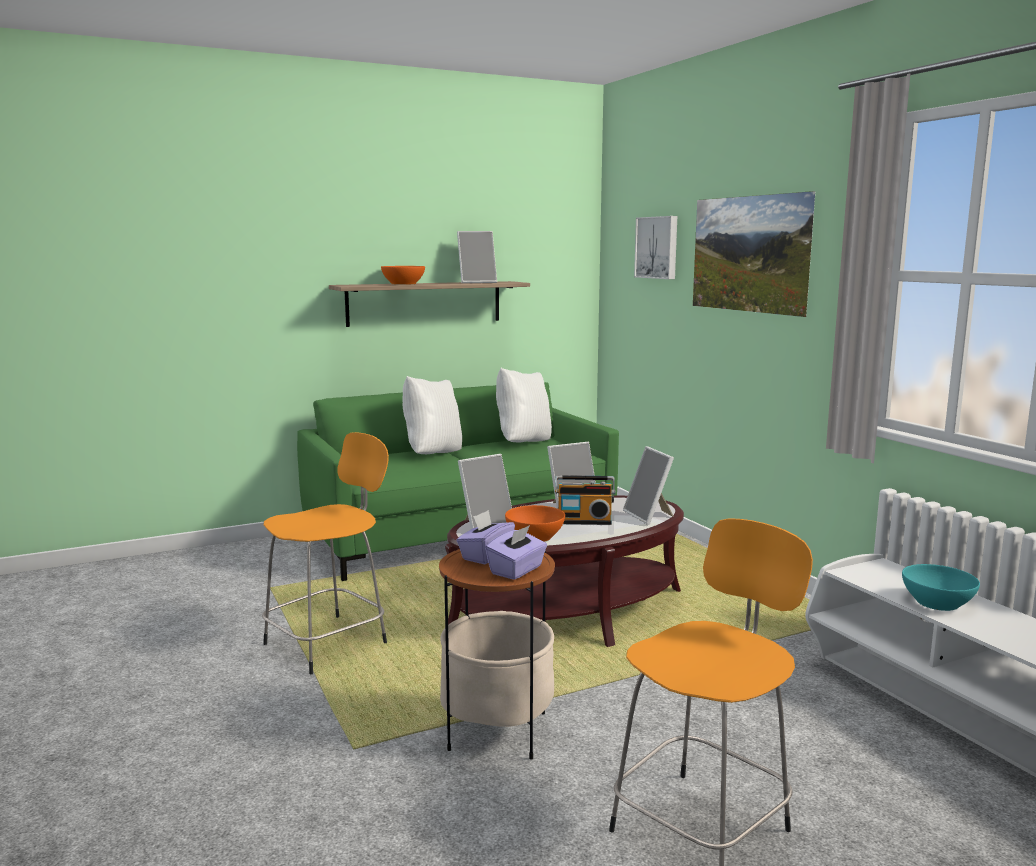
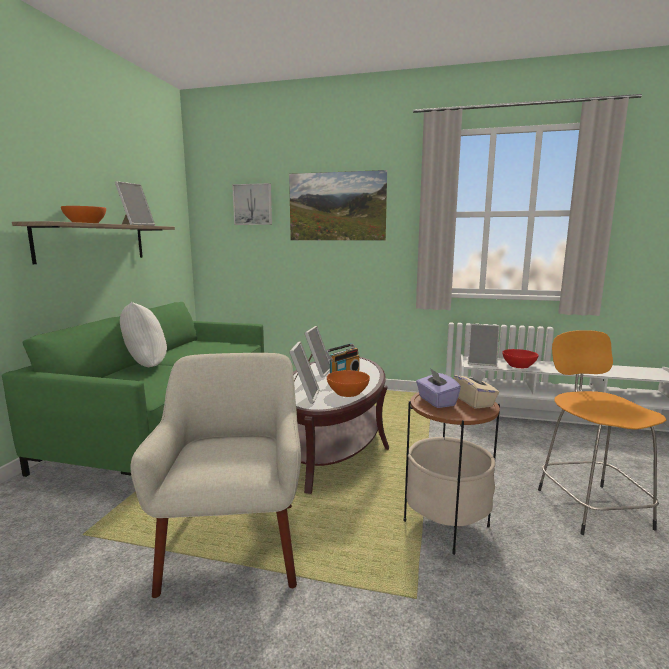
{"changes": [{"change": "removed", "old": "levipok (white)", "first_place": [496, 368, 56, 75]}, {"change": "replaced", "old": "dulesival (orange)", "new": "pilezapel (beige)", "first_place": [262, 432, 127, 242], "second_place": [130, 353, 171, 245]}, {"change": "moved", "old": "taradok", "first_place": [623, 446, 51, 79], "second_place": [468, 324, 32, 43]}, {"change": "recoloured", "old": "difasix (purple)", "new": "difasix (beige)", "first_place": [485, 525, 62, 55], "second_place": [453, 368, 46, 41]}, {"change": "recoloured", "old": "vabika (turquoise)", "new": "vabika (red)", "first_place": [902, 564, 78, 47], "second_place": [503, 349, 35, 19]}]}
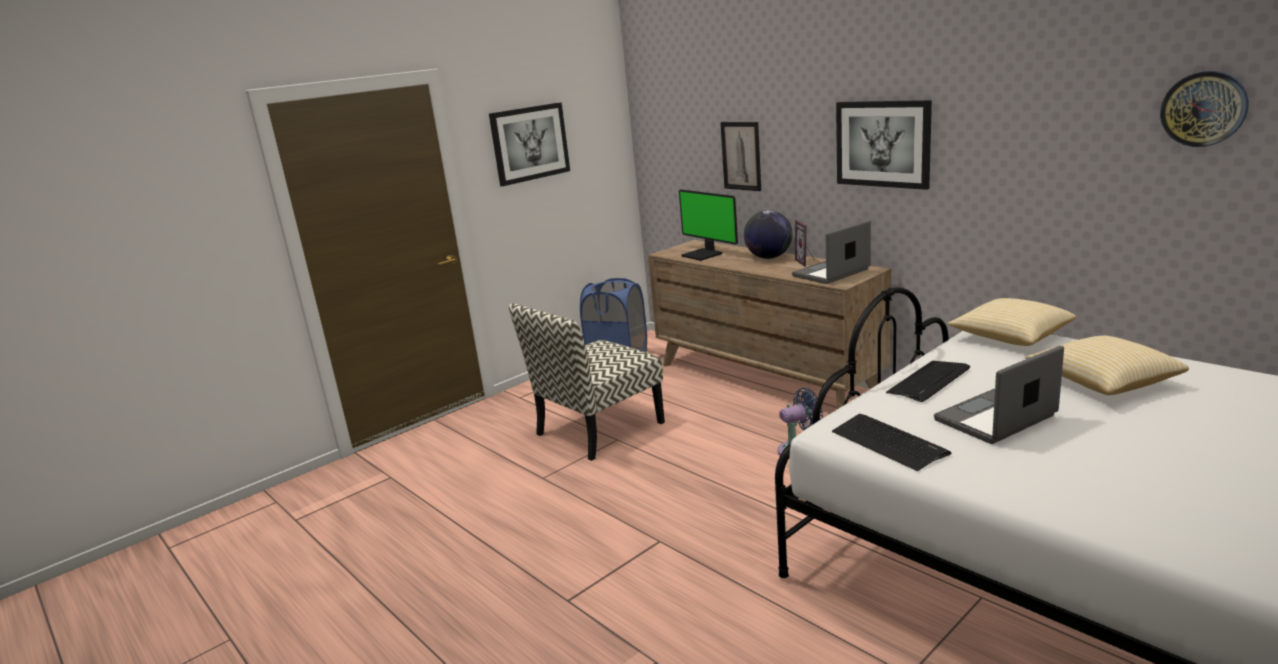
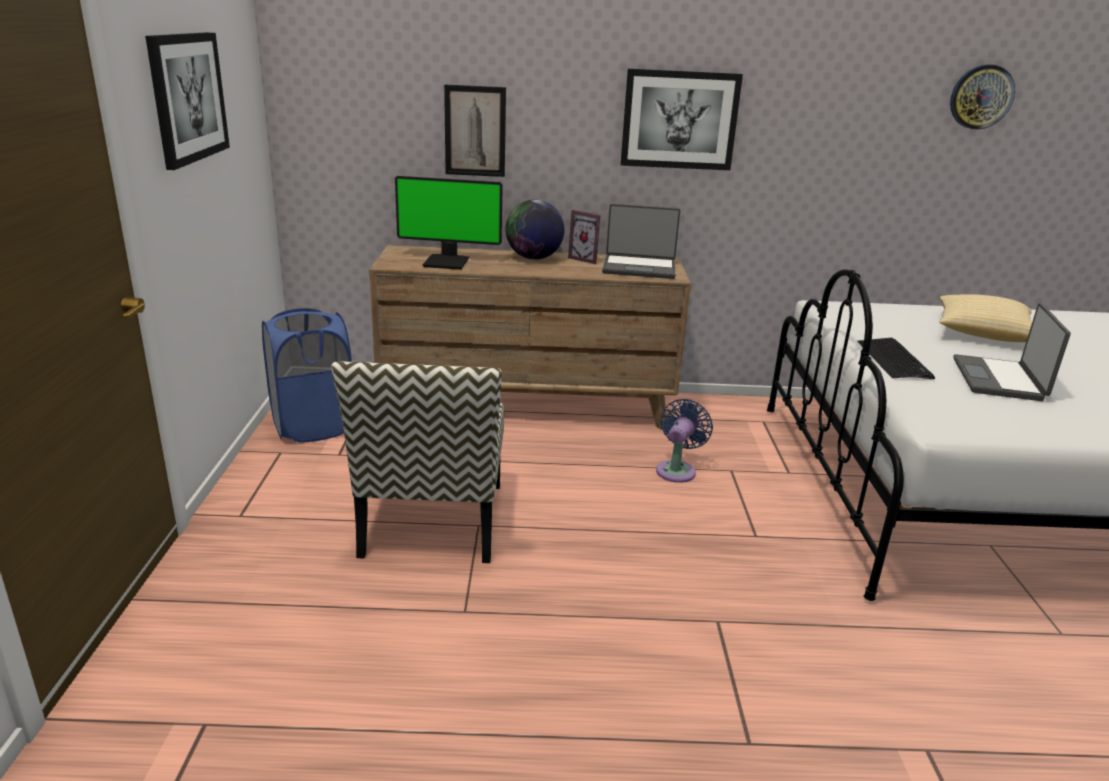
{"changes": [{"change": "turned", "old": "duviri", "first_place": [792, 220, 79, 64], "second_place": [602, 204, 78, 75], "degrees": -90}, {"change": "removed", "old": "levipok", "first_place": [947, 298, 129, 48]}, {"change": "removed", "old": "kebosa", "first_place": [832, 414, 119, 57]}]}
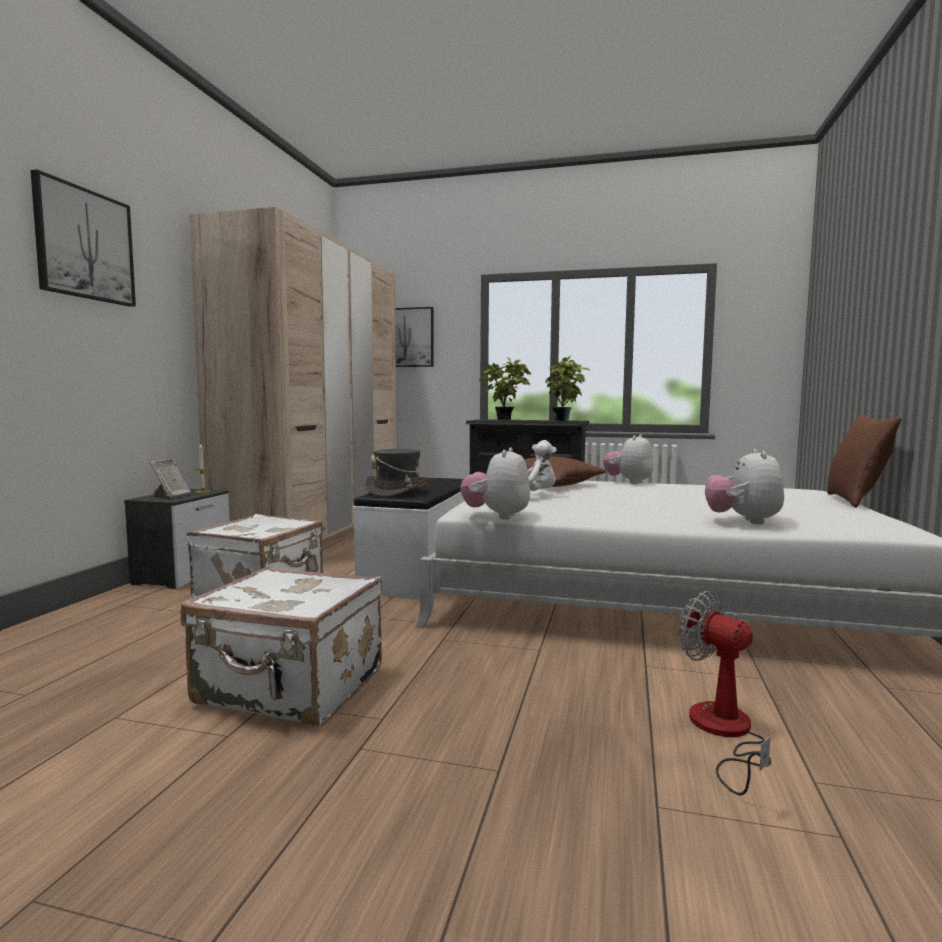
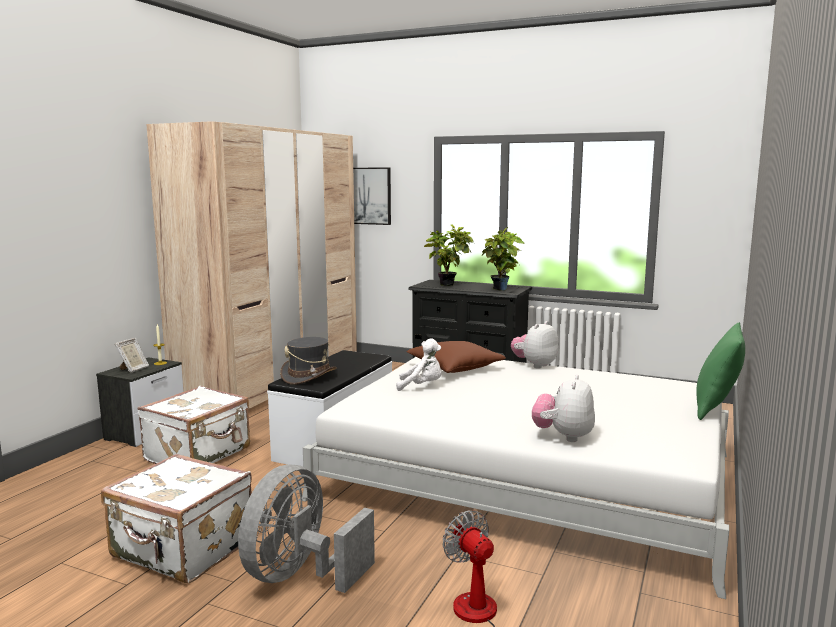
{"changes": [{"change": "removed", "old": "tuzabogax", "first_place": [30, 169, 106, 138]}, {"change": "recoloured", "old": "levipok (brown)", "new": "levipok (green)", "first_place": [827, 414, 75, 94], "second_place": [696, 322, 49, 98]}, {"change": "removed", "old": "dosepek", "first_place": [461, 448, 69, 72]}, {"change": "added", "new": "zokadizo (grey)", "second_place": [238, 464, 137, 129]}]}
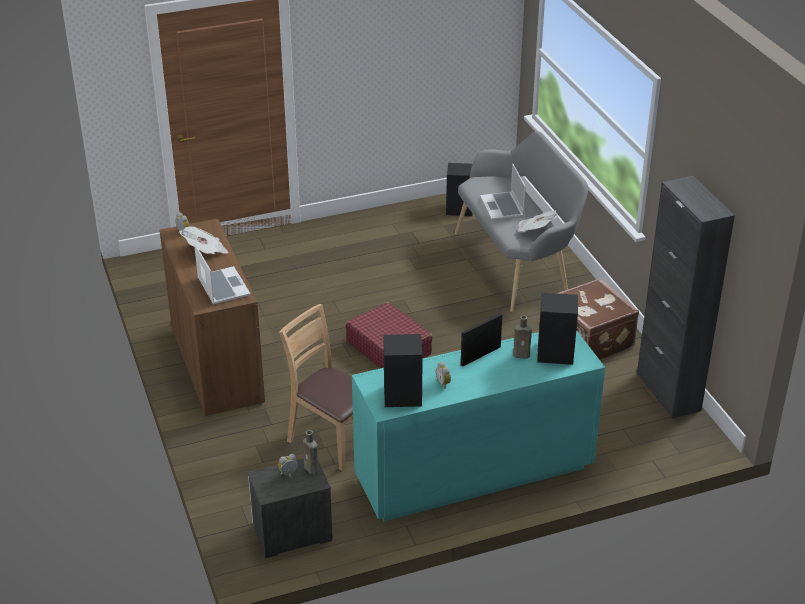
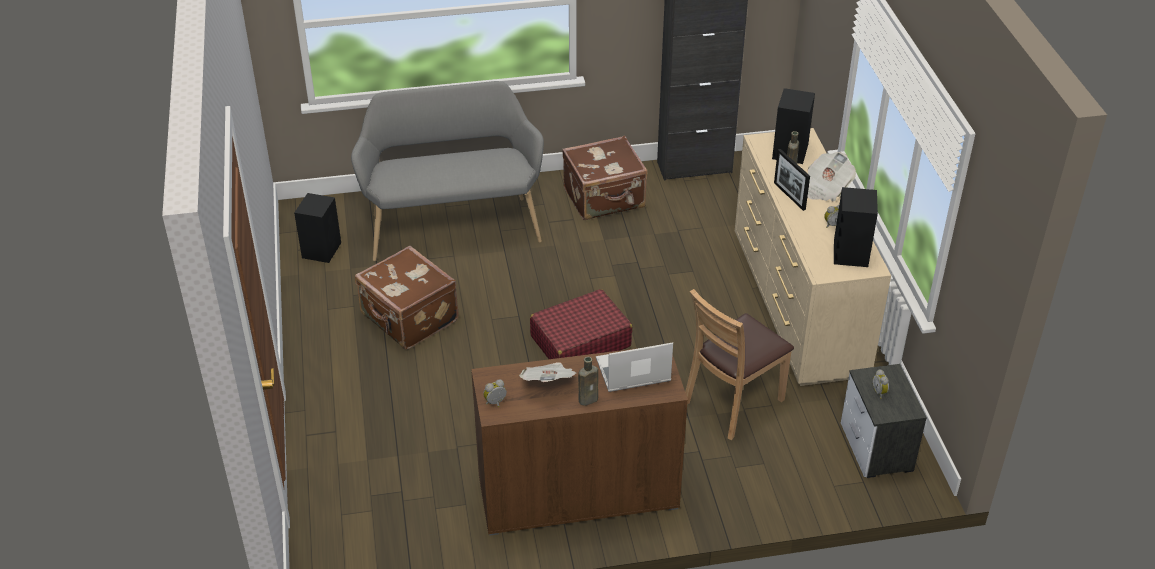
{"changes": [{"change": "removed", "old": "duviri", "first_place": [480, 164, 46, 56]}, {"change": "moved", "old": "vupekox", "first_place": [517, 210, 41, 22], "second_place": [807, 152, 49, 49]}, {"change": "recoloured", "old": "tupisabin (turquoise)", "new": "tupisabin (beige)", "first_place": [352, 330, 253, 191], "second_place": [735, 128, 156, 258]}, {"change": "moved", "old": "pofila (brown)", "first_place": [303, 430, 16, 44], "second_place": [578, 357, 20, 49]}, {"change": "added", "new": "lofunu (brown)", "second_place": [355, 246, 104, 104]}]}
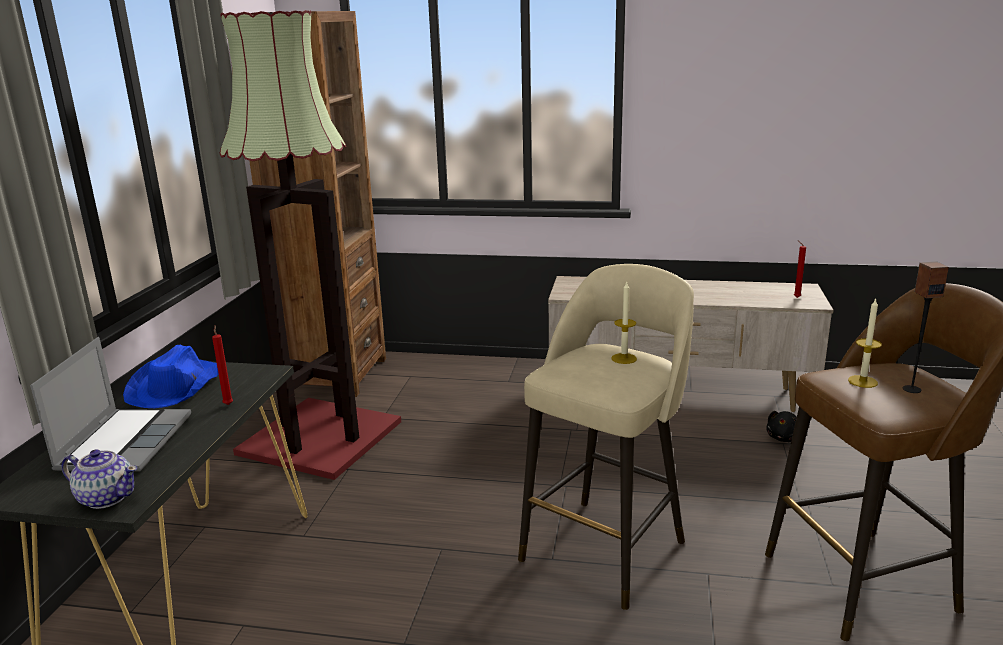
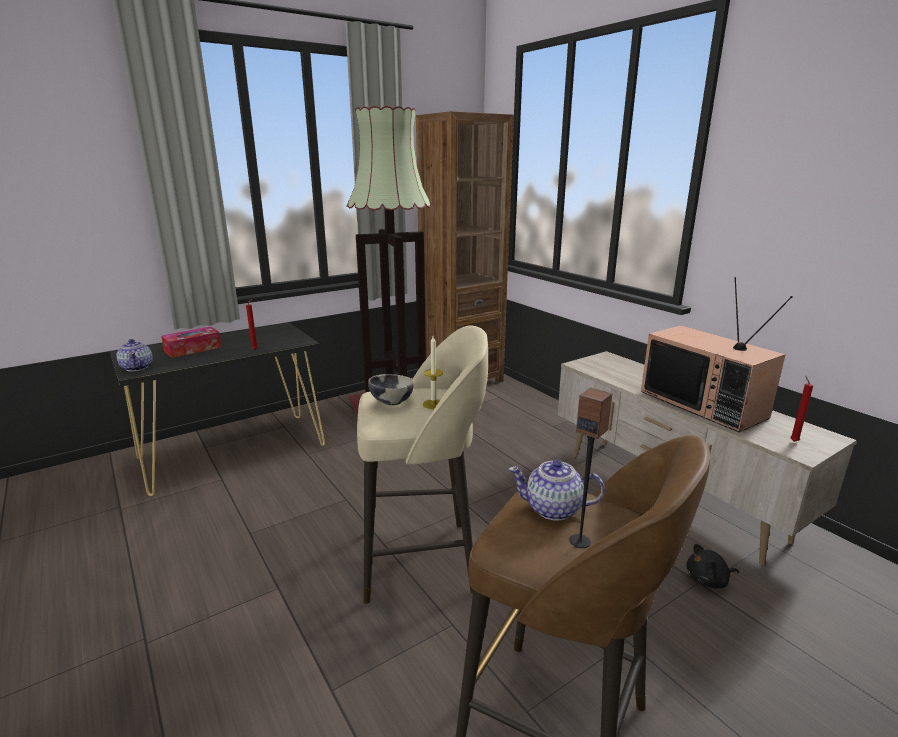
{"changes": [{"change": "replaced", "old": "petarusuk", "new": "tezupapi", "first_place": [848, 298, 34, 90], "second_place": [508, 460, 97, 61]}, {"change": "replaced", "old": "duviri", "new": "difasix", "first_place": [30, 337, 161, 134], "second_place": [161, 326, 61, 32]}, {"change": "removed", "old": "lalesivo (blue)", "first_place": [123, 345, 95, 63]}, {"change": "added", "new": "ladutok", "second_place": [641, 277, 152, 155]}, {"change": "added", "new": "vabika", "second_place": [368, 374, 46, 31]}]}
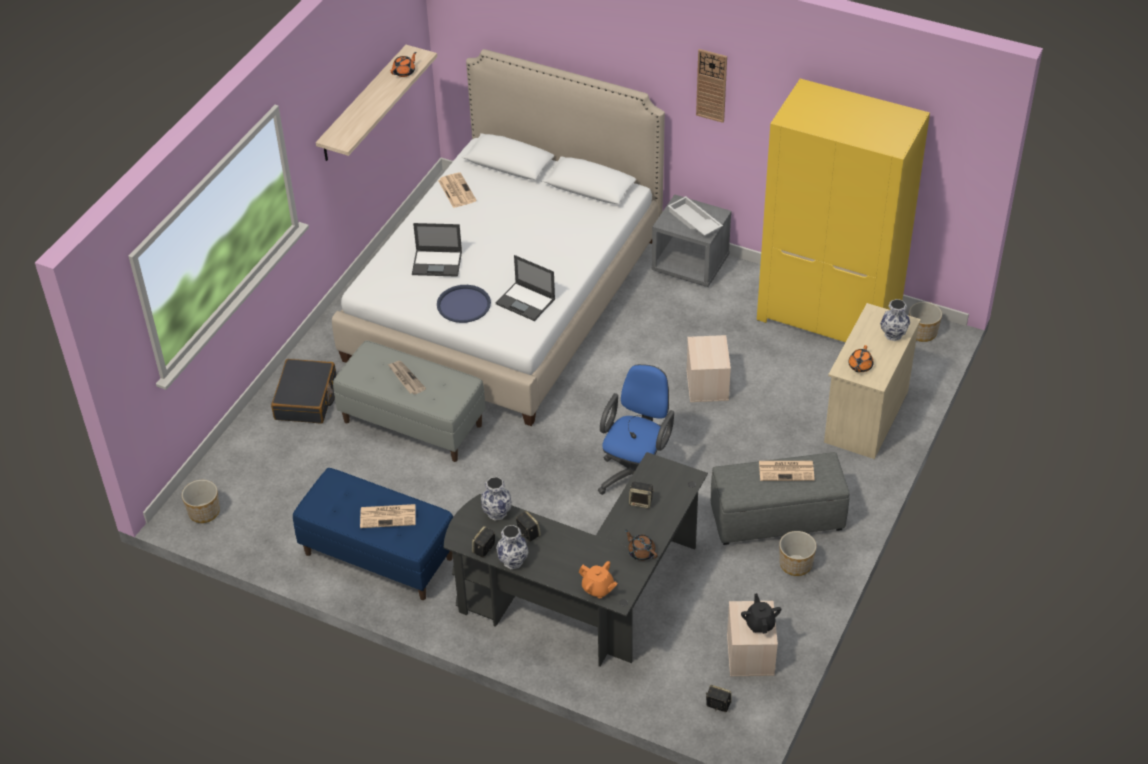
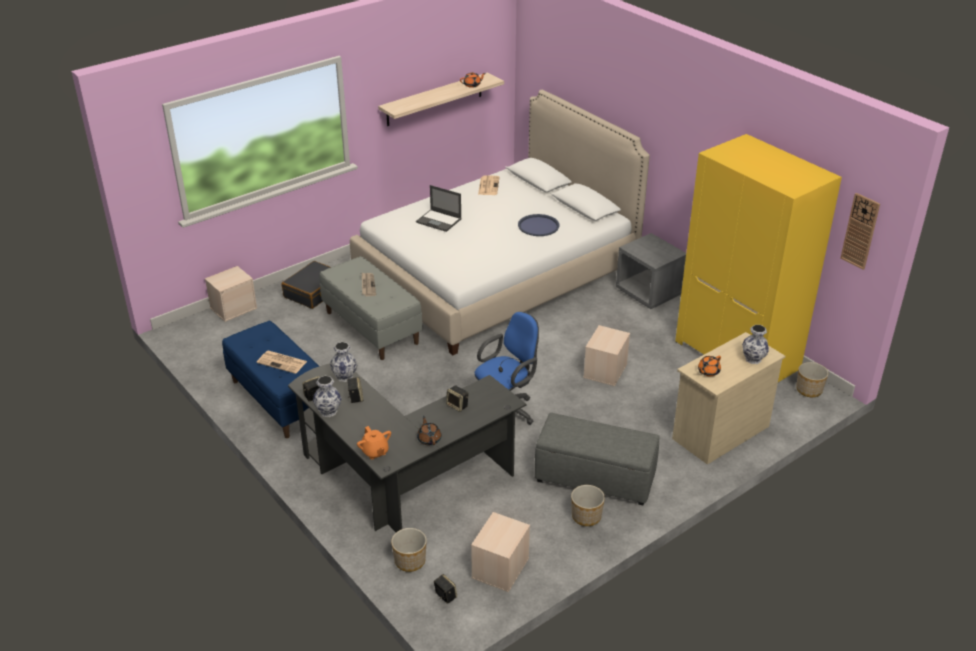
{"changes": [{"change": "moved", "old": "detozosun", "first_place": [696, 49, 31, 74], "second_place": [840, 193, 40, 77]}, {"change": "removed", "old": "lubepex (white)", "first_place": [668, 196, 55, 40]}, {"change": "removed", "old": "duviri", "first_place": [496, 255, 59, 66]}, {"change": "moved", "old": "lubepex (blue)", "first_place": [437, 285, 54, 38], "second_place": [518, 214, 41, 22]}, {"change": "removed", "old": "vupekox", "first_place": [759, 461, 56, 20]}, {"change": "moved", "old": "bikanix", "first_place": [182, 480, 38, 43], "second_place": [391, 528, 36, 44]}, {"change": "removed", "old": "tezupapi (black)", "first_place": [741, 593, 40, 41]}, {"change": "added", "new": "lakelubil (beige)", "second_place": [205, 266, 52, 56]}]}
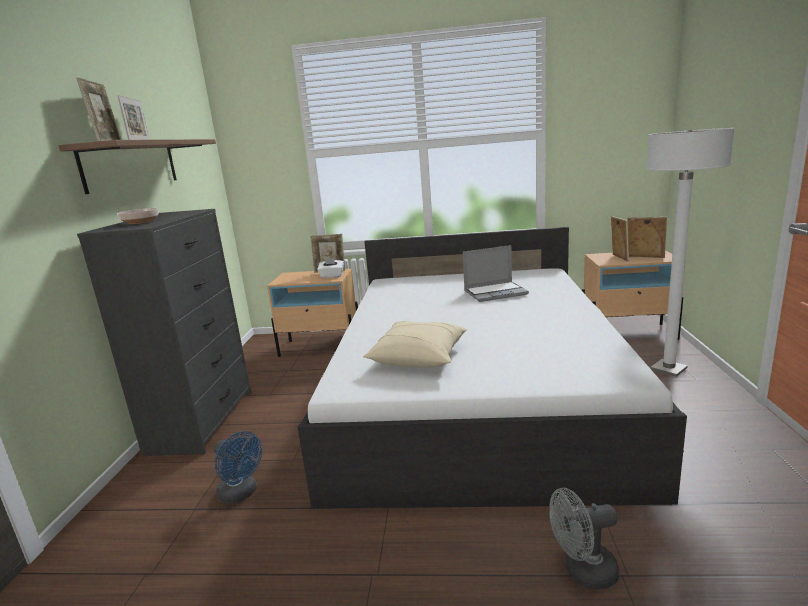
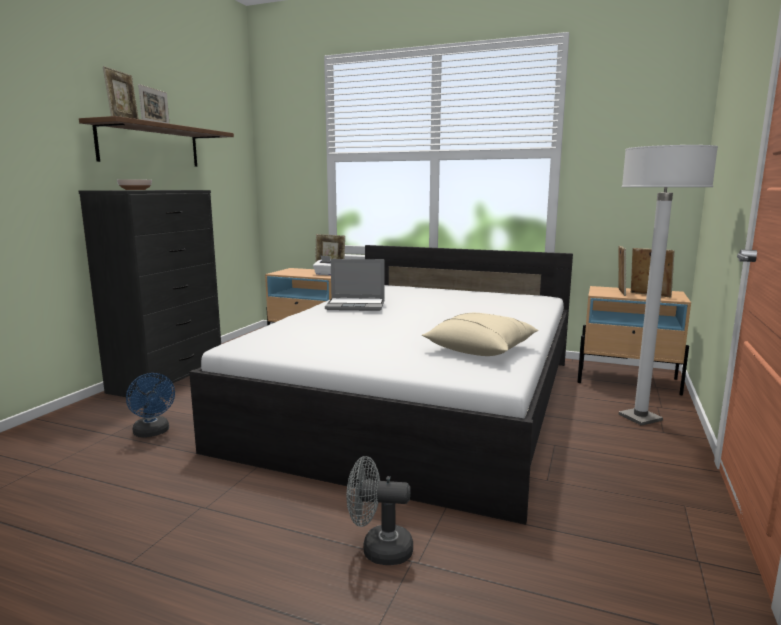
{"changes": [{"change": "moved", "old": "duviri", "first_place": [463, 245, 66, 57], "second_place": [325, 259, 60, 52]}, {"change": "moved", "old": "levipok (beige)", "first_place": [363, 321, 104, 47], "second_place": [422, 313, 117, 43]}]}
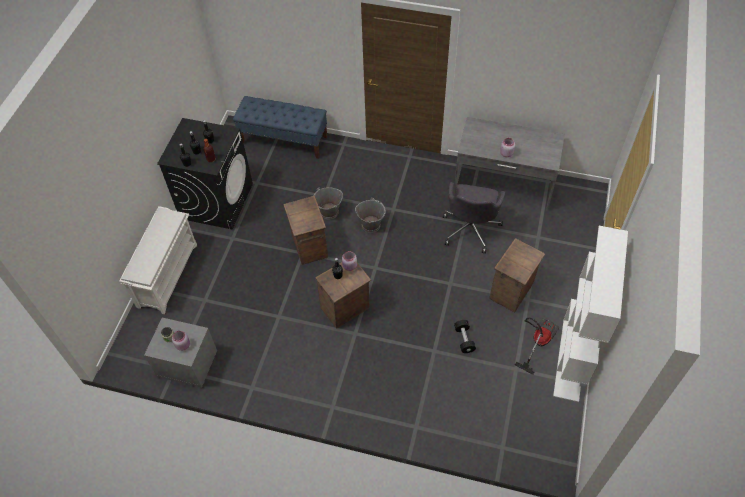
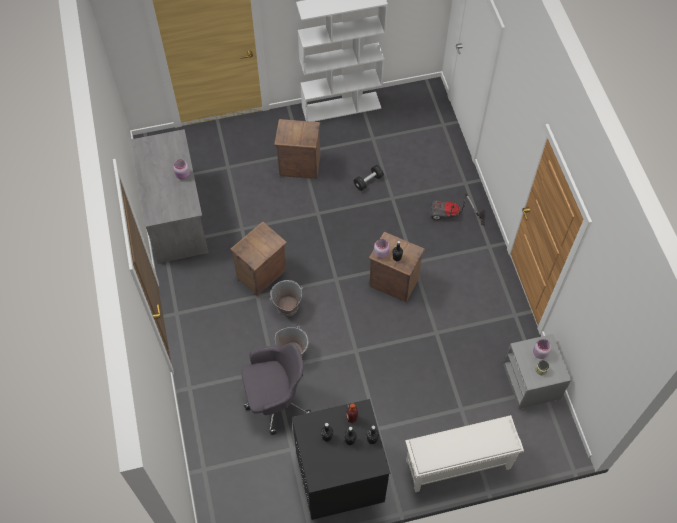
{"changes": [{"change": "removed", "old": "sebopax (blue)", "first_place": [233, 96, 94, 63]}, {"change": "moved", "old": "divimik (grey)", "first_place": [443, 182, 62, 71], "second_place": [242, 342, 69, 93]}, {"change": "moved", "old": "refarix", "first_place": [283, 196, 45, 69], "second_place": [230, 222, 57, 74]}, {"change": "moved", "old": "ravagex", "first_place": [514, 318, 46, 57], "second_place": [431, 193, 54, 32]}]}
